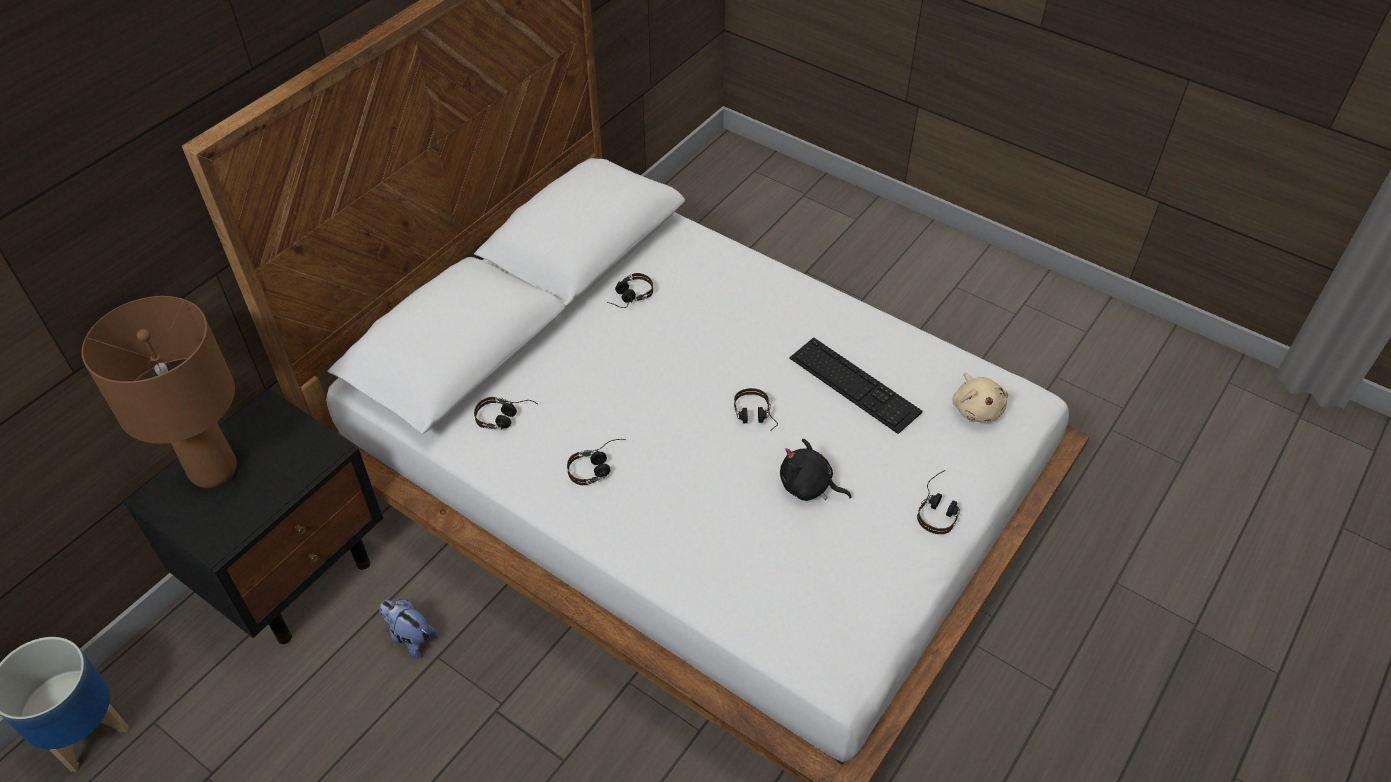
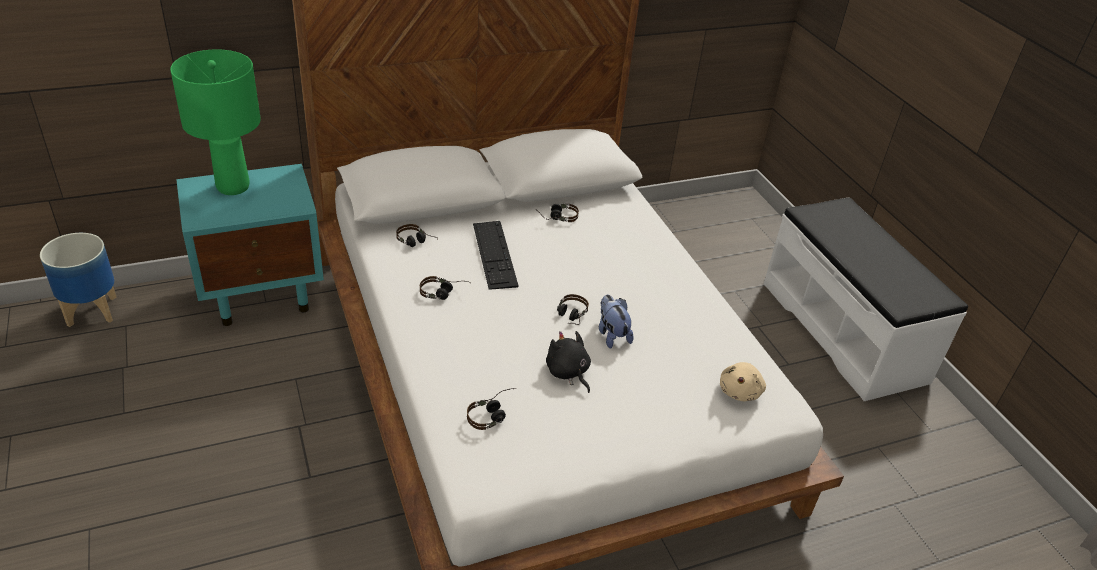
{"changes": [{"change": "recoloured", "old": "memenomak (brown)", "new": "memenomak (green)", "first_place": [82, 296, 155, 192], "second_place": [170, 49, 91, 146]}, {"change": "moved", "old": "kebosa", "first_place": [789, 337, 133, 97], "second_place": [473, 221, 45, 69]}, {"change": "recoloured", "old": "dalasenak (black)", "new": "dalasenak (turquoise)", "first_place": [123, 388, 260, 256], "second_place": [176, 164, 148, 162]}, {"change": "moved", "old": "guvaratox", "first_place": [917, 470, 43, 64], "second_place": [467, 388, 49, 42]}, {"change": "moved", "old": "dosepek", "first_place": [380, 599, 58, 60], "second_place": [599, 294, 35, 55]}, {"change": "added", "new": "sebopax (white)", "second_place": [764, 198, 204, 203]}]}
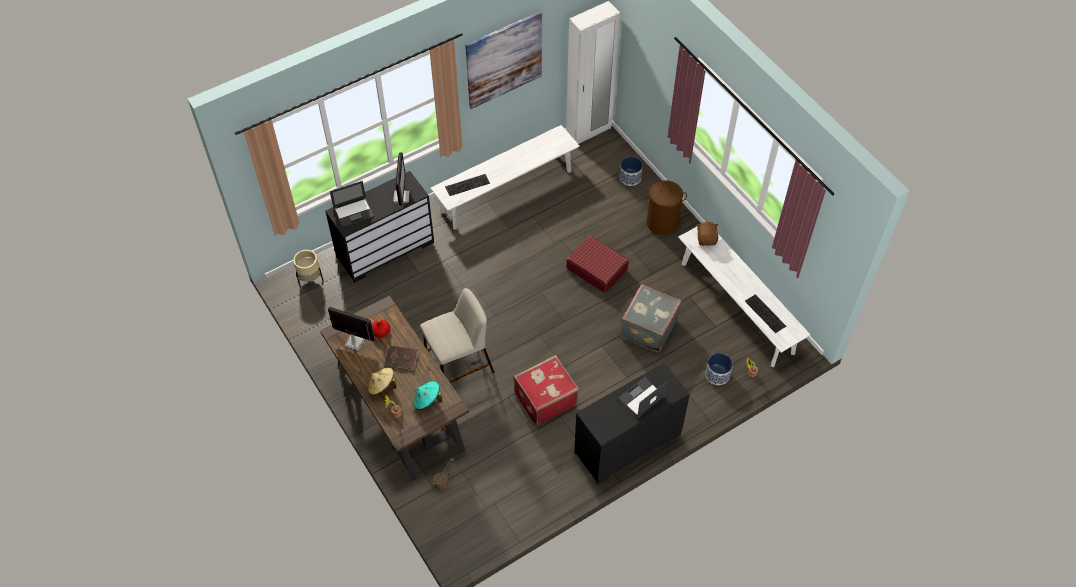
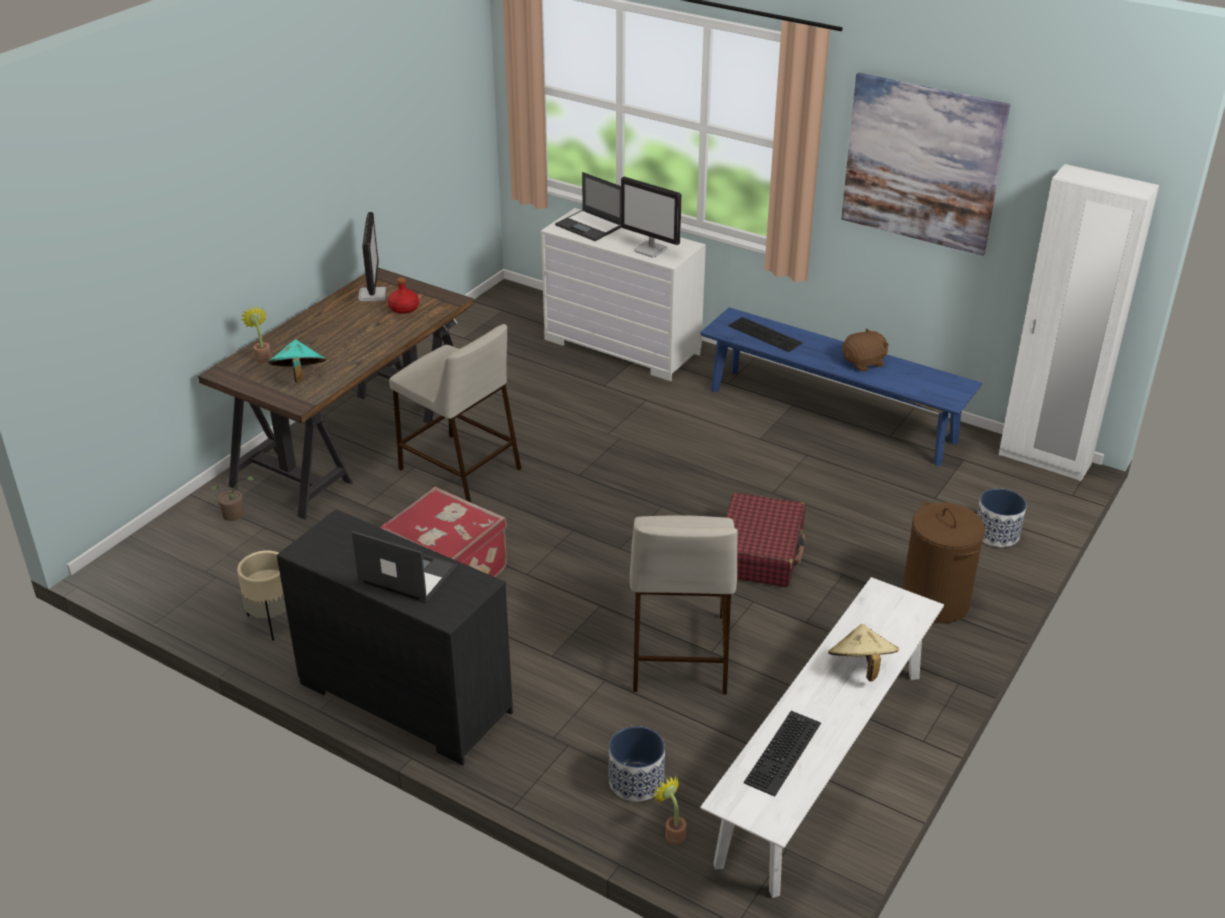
{"changes": [{"change": "recoloured", "old": "sebopax (white)", "new": "sebopax (blue)", "first_place": [431, 125, 149, 104], "second_place": [700, 307, 282, 159]}, {"change": "turned", "old": "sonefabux", "first_place": [393, 152, 17, 54], "second_place": [621, 176, 61, 82], "degrees": 60}, {"change": "recoloured", "old": "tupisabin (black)", "new": "tupisabin (white)", "first_place": [325, 171, 109, 112], "second_place": [541, 208, 165, 173]}, {"change": "moved", "old": "dosepek (brown)", "first_place": [697, 222, 21, 24], "second_place": [842, 328, 47, 44]}, {"change": "moved", "old": "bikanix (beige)", "first_place": [293, 250, 31, 38], "second_place": [237, 550, 49, 91]}, {"change": "replaced", "old": "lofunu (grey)", "new": "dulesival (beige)", "first_place": [620, 284, 61, 68], "second_place": [630, 515, 108, 179]}, {"change": "removed", "old": "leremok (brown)", "first_place": [384, 346, 35, 25]}, {"change": "moved", "old": "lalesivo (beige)", "first_place": [367, 367, 29, 28], "second_place": [828, 624, 71, 57]}]}
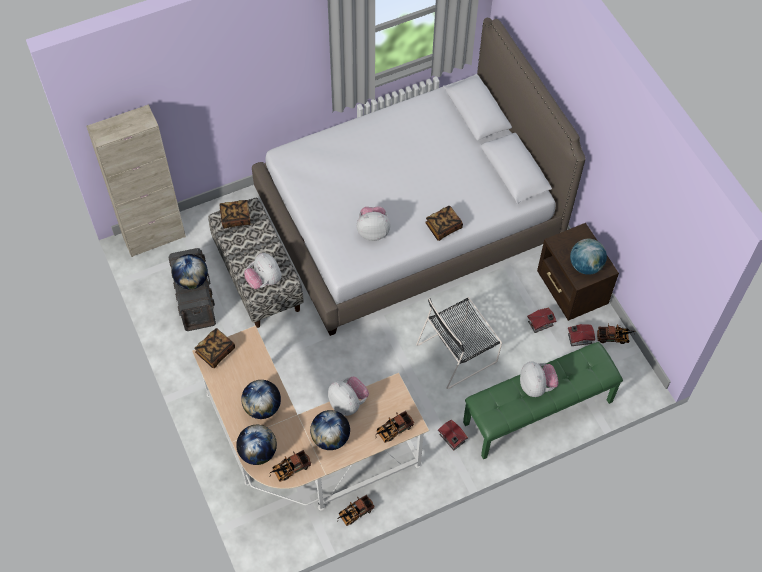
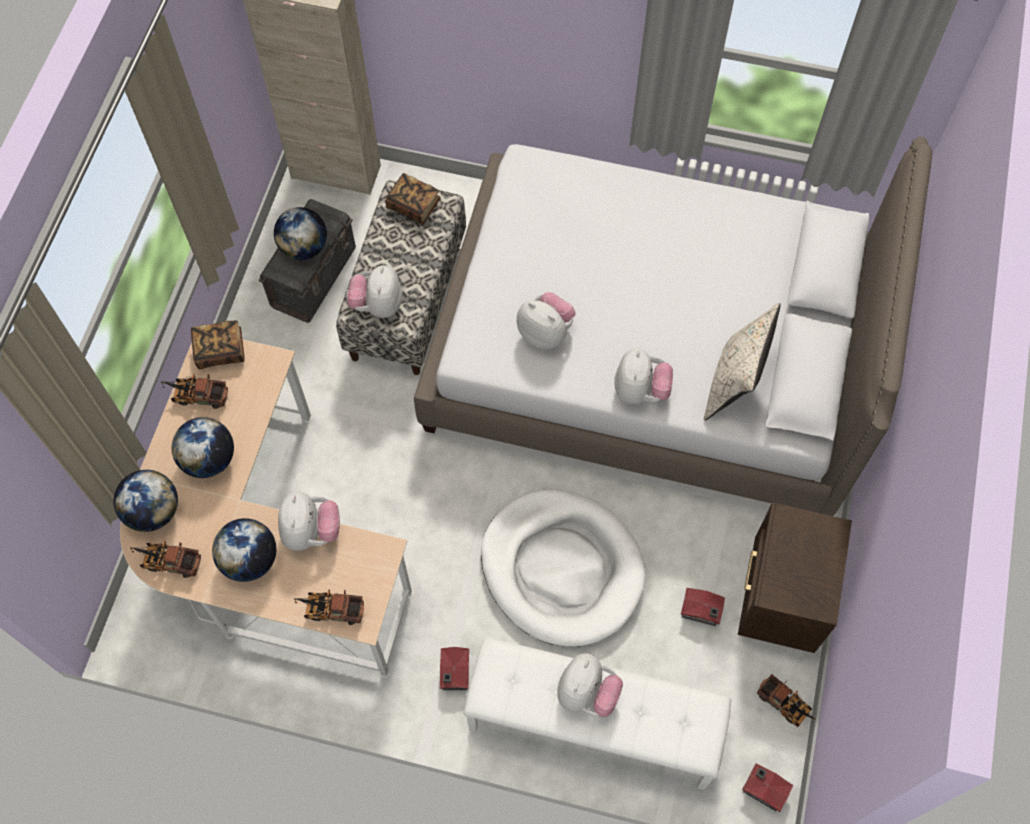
{"changes": [{"change": "replaced", "old": "leremok", "new": "dosepek", "first_place": [425, 206, 38, 35], "second_place": [614, 348, 59, 56]}, {"change": "removed", "old": "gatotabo", "first_place": [570, 239, 37, 36]}, {"change": "replaced", "old": "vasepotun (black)", "new": "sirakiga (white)", "first_place": [416, 297, 86, 92], "second_place": [481, 489, 165, 158]}, {"change": "moved", "old": "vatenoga", "first_place": [568, 324, 27, 22], "second_place": [742, 764, 51, 48]}, {"change": "recoloured", "old": "sebopax (green)", "new": "sebopax (white)", "first_place": [463, 342, 160, 117], "second_place": [464, 638, 267, 152]}, {"change": "moved", "old": "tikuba", "first_place": [337, 495, 38, 31], "second_place": [161, 374, 67, 35]}, {"change": "added", "new": "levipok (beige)", "second_place": [704, 303, 77, 118]}]}
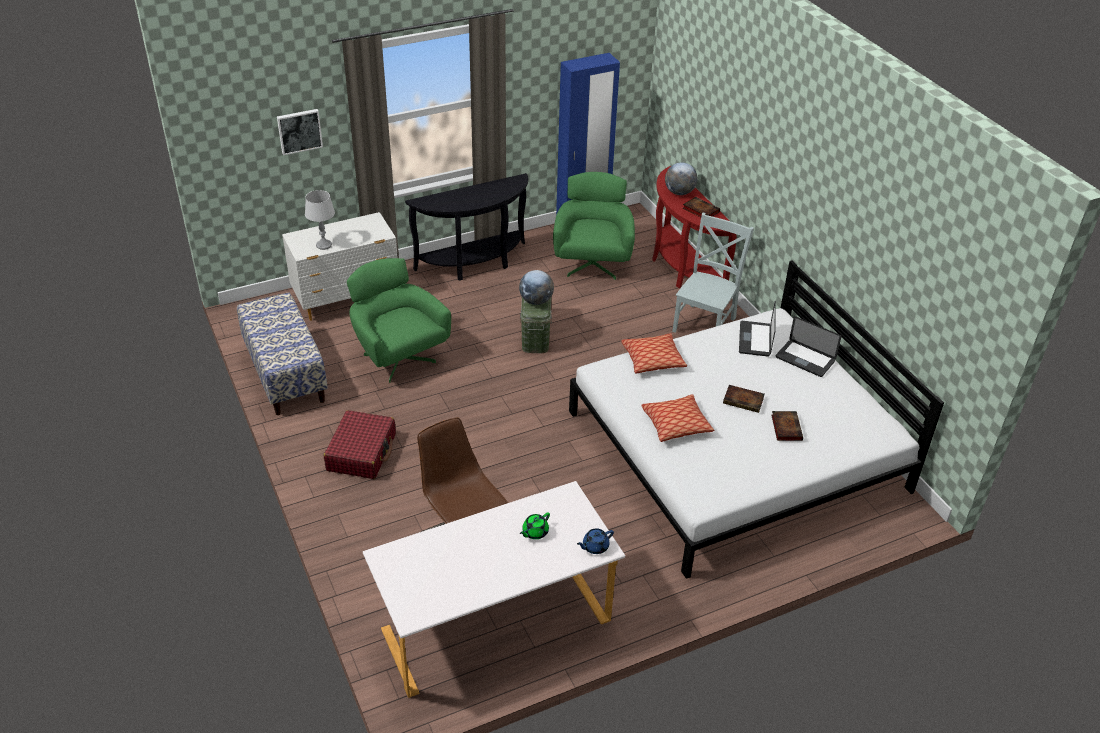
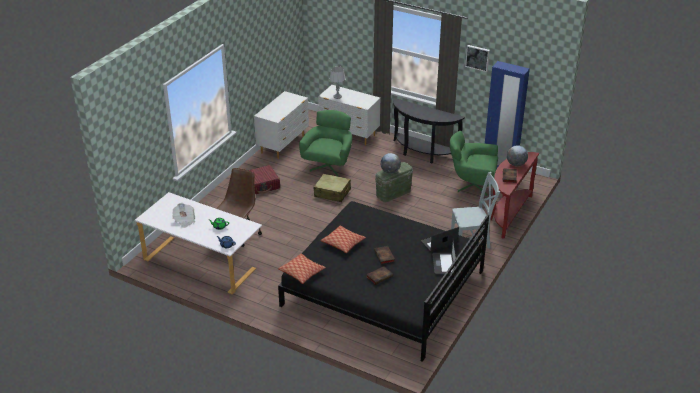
{"changes": [{"change": "moved", "old": "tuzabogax", "first_place": [277, 109, 46, 46], "second_place": [465, 45, 25, 27]}, {"change": "turned", "old": "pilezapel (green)", "first_place": [553, 172, 82, 108], "second_place": [450, 131, 48, 65], "degrees": -135}, {"change": "recoloured", "old": "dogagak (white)", "new": "dogagak (black)", "first_place": [569, 260, 375, 319], "second_place": [278, 201, 211, 161]}, {"change": "replaced", "old": "sebopax", "new": "tupisabin (white)", "first_place": [237, 292, 91, 123], "second_place": [254, 91, 55, 68]}, {"change": "moved", "old": "levipok", "first_place": [621, 333, 66, 41], "second_place": [278, 253, 48, 31]}, {"change": "added", "new": "lofunu (beige)", "second_place": [314, 174, 37, 28]}, {"change": "added", "new": "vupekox", "second_place": [172, 203, 23, 25]}]}
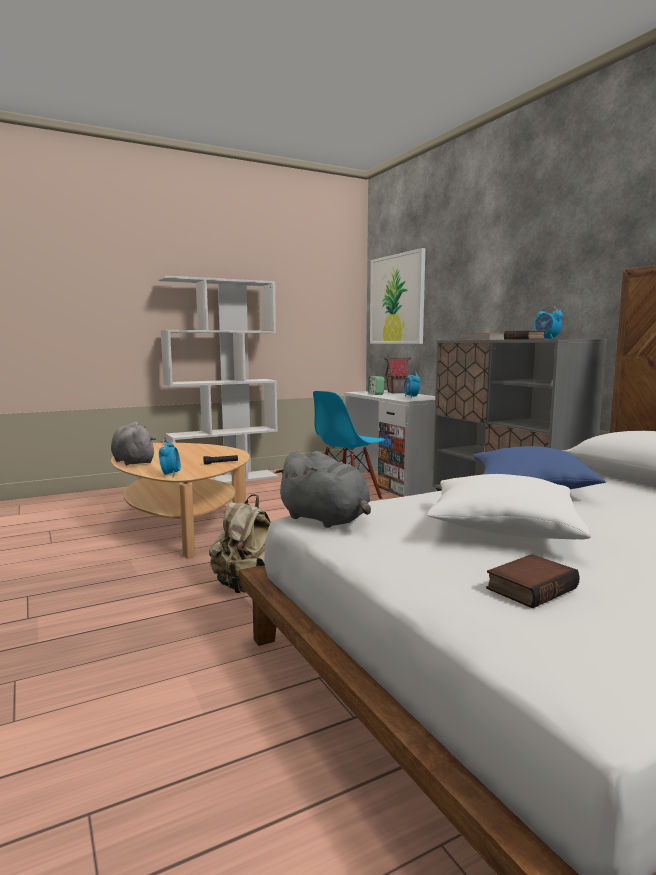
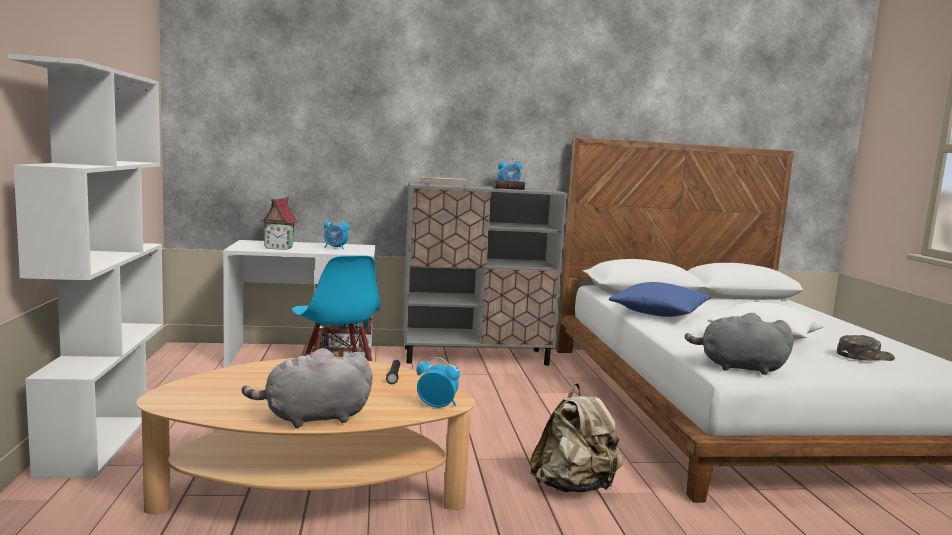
{"changes": [{"change": "removed", "old": "tuzabogax", "first_place": [370, 248, 55, 96]}, {"change": "turned", "old": "dosepek (grey)", "first_place": [275, 451, 96, 77], "second_place": [685, 313, 108, 62], "degrees": -135}, {"change": "replaced", "old": "leremok", "new": "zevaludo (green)", "first_place": [486, 554, 94, 54], "second_place": [837, 335, 58, 26]}]}
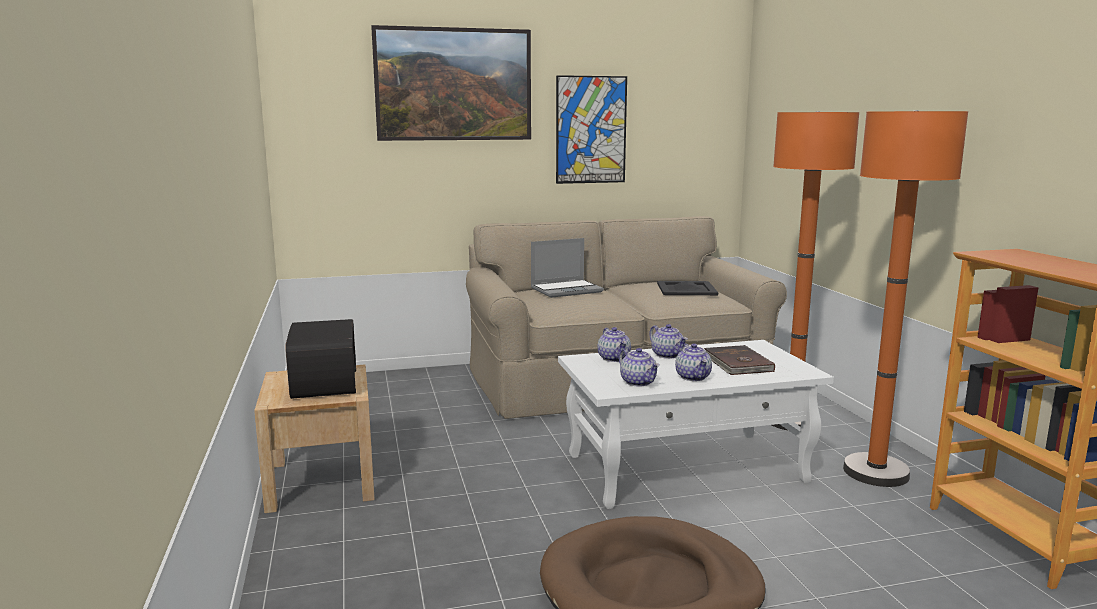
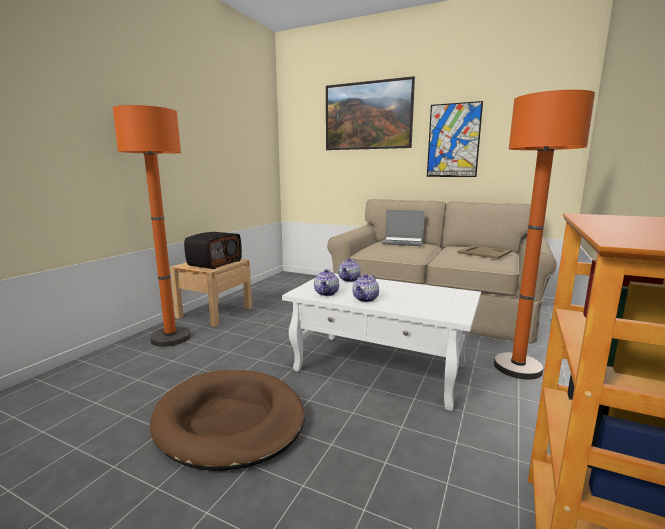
{"changes": [{"change": "moved", "old": "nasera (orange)", "first_place": [843, 110, 125, 377], "second_place": [113, 105, 78, 242]}, {"change": "recoloured", "old": "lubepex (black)", "new": "lubepex (beige)", "first_place": [657, 281, 61, 14], "second_place": [457, 246, 55, 13]}, {"change": "removed", "old": "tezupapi", "first_place": [649, 324, 39, 35]}, {"change": "removed", "old": "leremok (brown)", "first_place": [704, 345, 71, 30]}]}
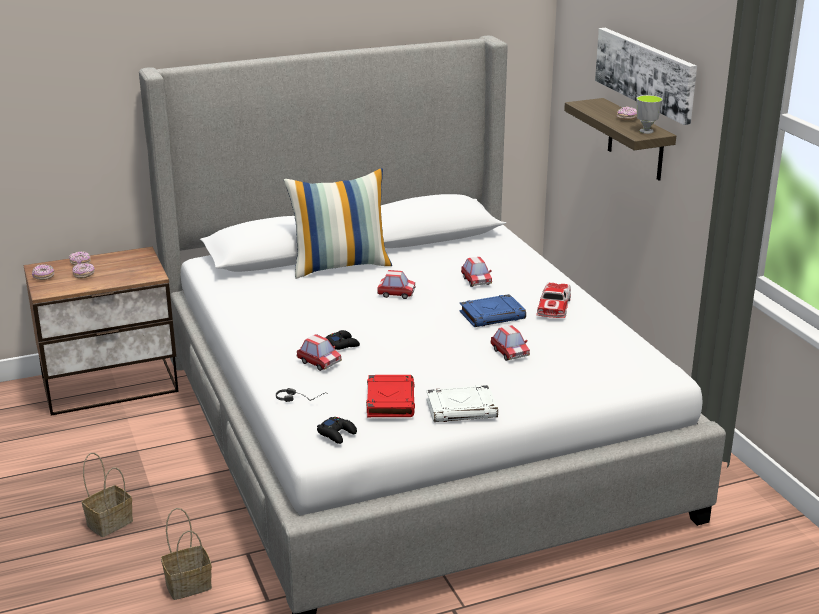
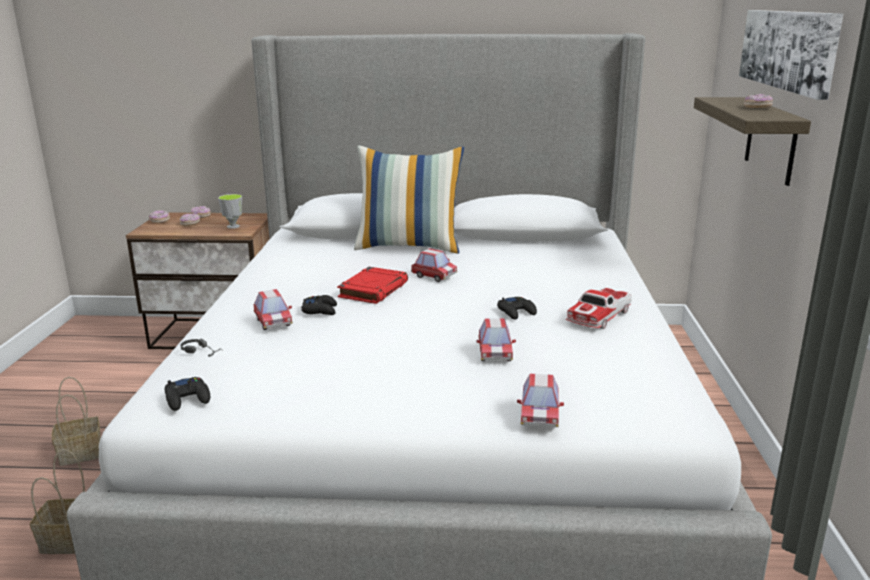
{"changes": [{"change": "moved", "old": "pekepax", "first_place": [636, 95, 27, 39], "second_place": [218, 194, 24, 35]}, {"change": "moved", "old": "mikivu", "first_place": [461, 257, 31, 30], "second_place": [517, 373, 47, 54]}, {"change": "replaced", "old": "leremok (blue)", "new": "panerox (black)", "first_place": [459, 294, 67, 33], "second_place": [497, 297, 40, 22]}, {"change": "moved", "old": "leremok (red)", "first_place": [366, 375, 49, 42], "second_place": [337, 267, 71, 37]}, {"change": "removed", "old": "leremok (white)", "first_place": [426, 385, 72, 37]}]}
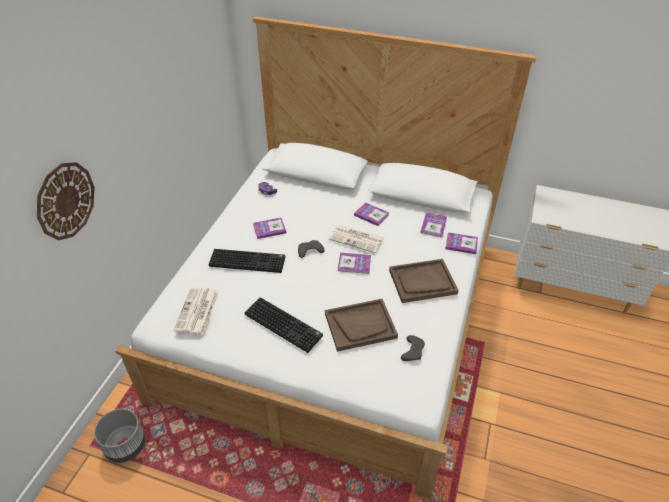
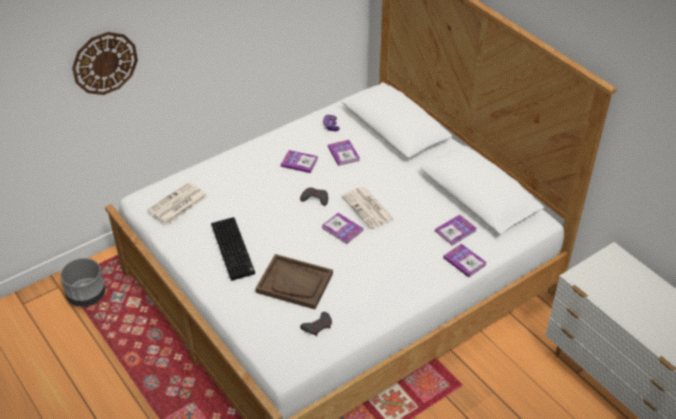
{"changes": [{"change": "moved", "old": "leremok", "first_place": [354, 202, 35, 24], "second_place": [328, 140, 32, 26]}, {"change": "removed", "old": "kebosa", "first_place": [208, 249, 77, 24]}, {"change": "removed", "old": "lubepex (brown)", "first_place": [389, 259, 70, 44]}]}
